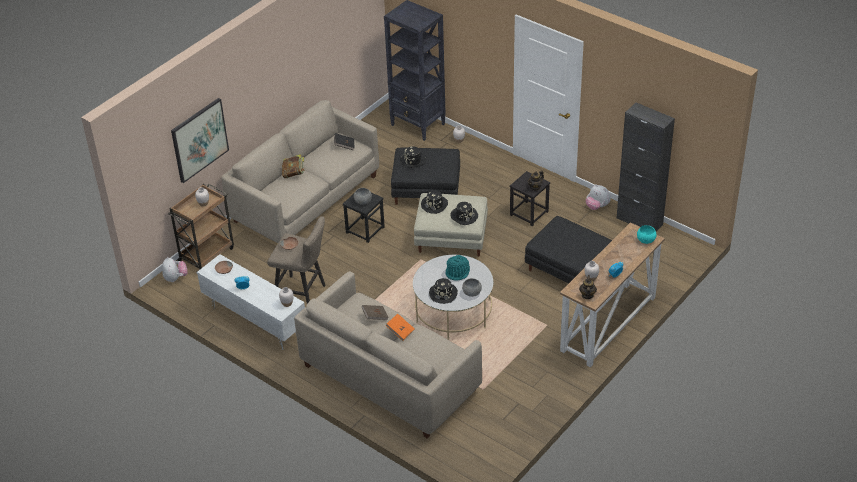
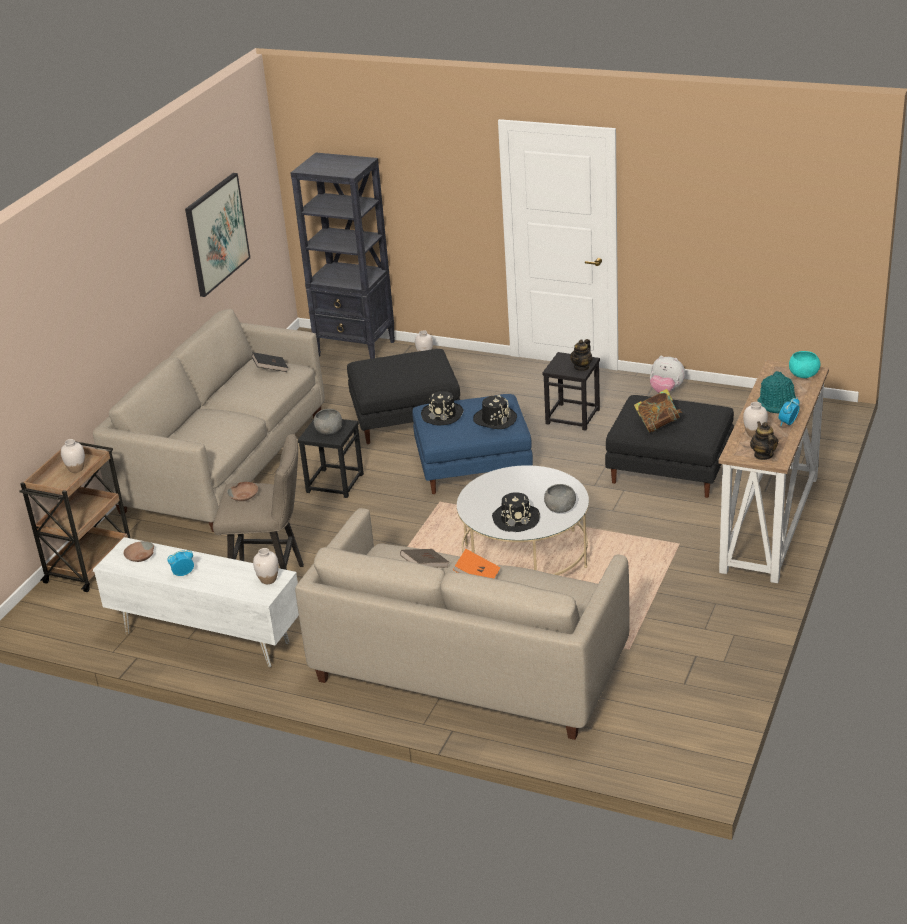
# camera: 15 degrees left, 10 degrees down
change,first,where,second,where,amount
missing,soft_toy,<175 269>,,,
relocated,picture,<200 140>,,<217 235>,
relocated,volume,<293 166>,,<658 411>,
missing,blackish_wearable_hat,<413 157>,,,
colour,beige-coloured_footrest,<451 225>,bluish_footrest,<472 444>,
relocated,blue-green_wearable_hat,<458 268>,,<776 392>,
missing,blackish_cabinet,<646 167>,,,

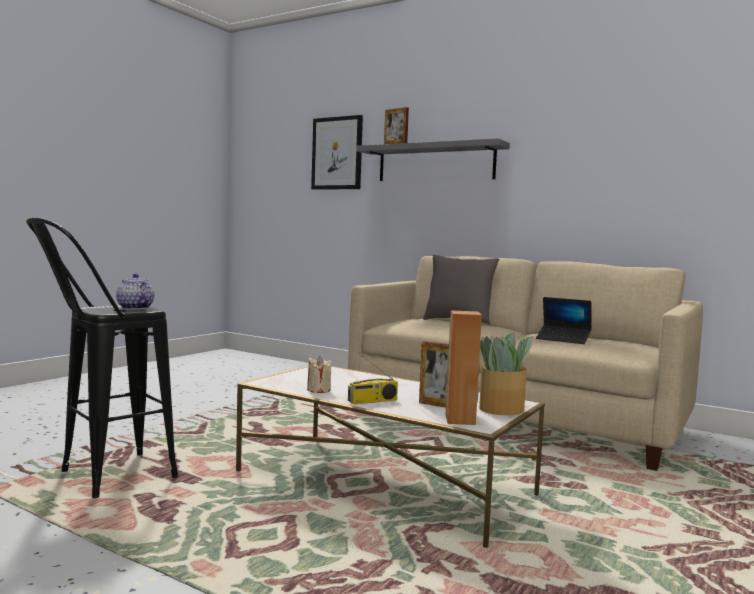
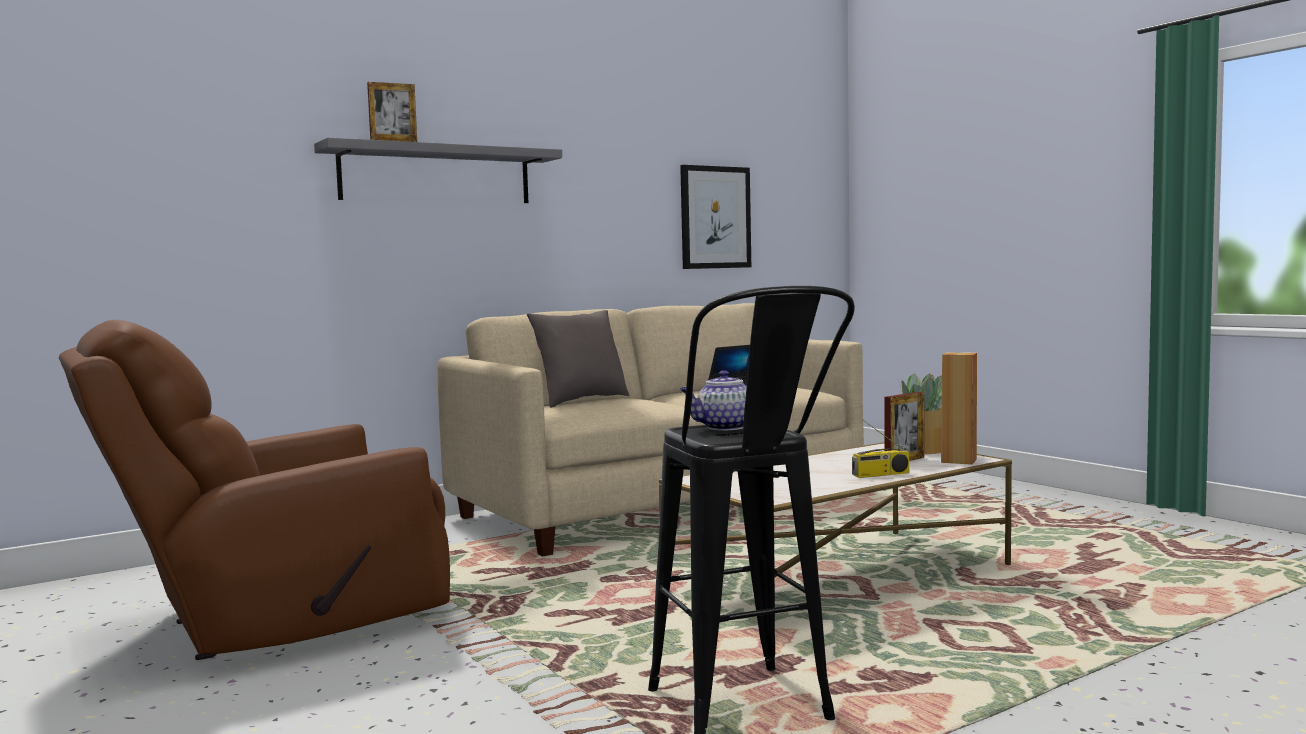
# camera: 65 degrees left, 0 degrees up
change,first,where,second,where,amount
missing,beige-coloured_wax_candle,<319 374>,,,
relocated,picture,<337 152>,,<715 217>,
spun,radio_set,<373 378>,,<880 448>,75 degrees clockwise
appeared,,,brown_easy_chair,<254 490>,

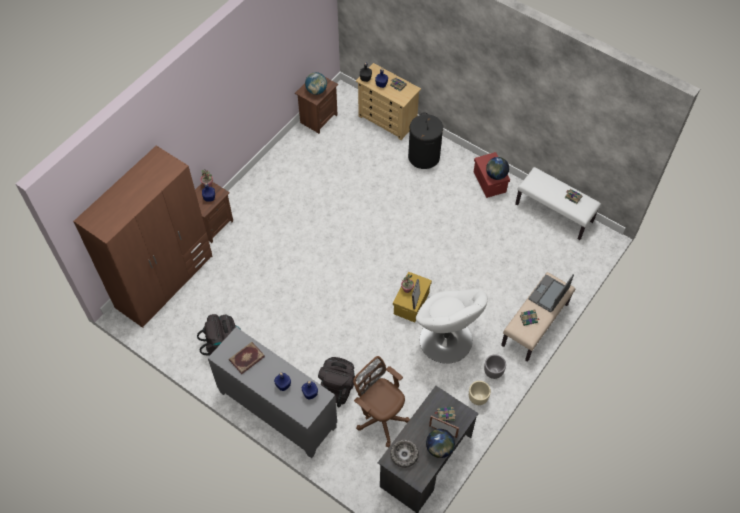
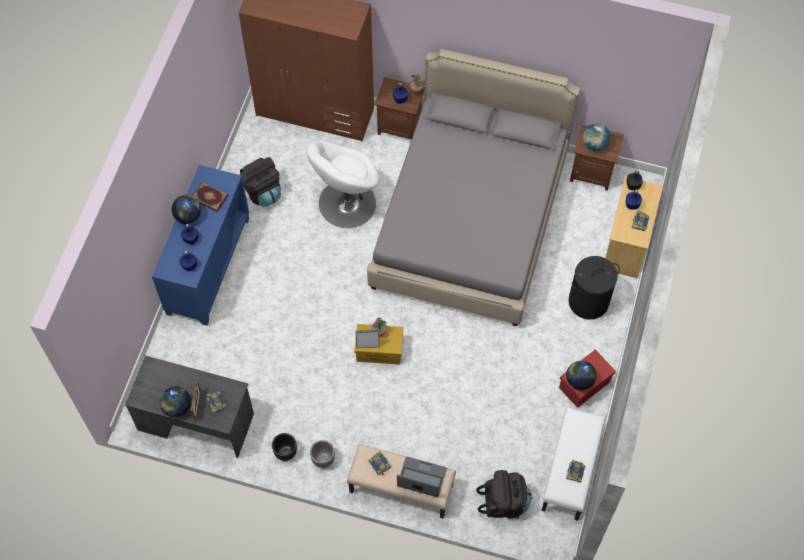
# camera: 70 degrees right, 5 degrees up
change,first,where,second,where,amount
colour,grey_cabinet,<272 392>,bluish_cabinet,<200 245>,
relocated,blackish_knapsack,<336 382>,,<504 494>,
missing,brown_desk_chair,<381 401>,,,
missing,bowl,<404 454>,,,
relocated,white_easy_chair,<452 326>,,<343 184>,
colour,beige-coloured_flower_pot,<480 393>,blackish_flower_pot,<284 447>,
appeared,,,globe,<186 209>,
appeared,,,grey_bed,<473 188>,

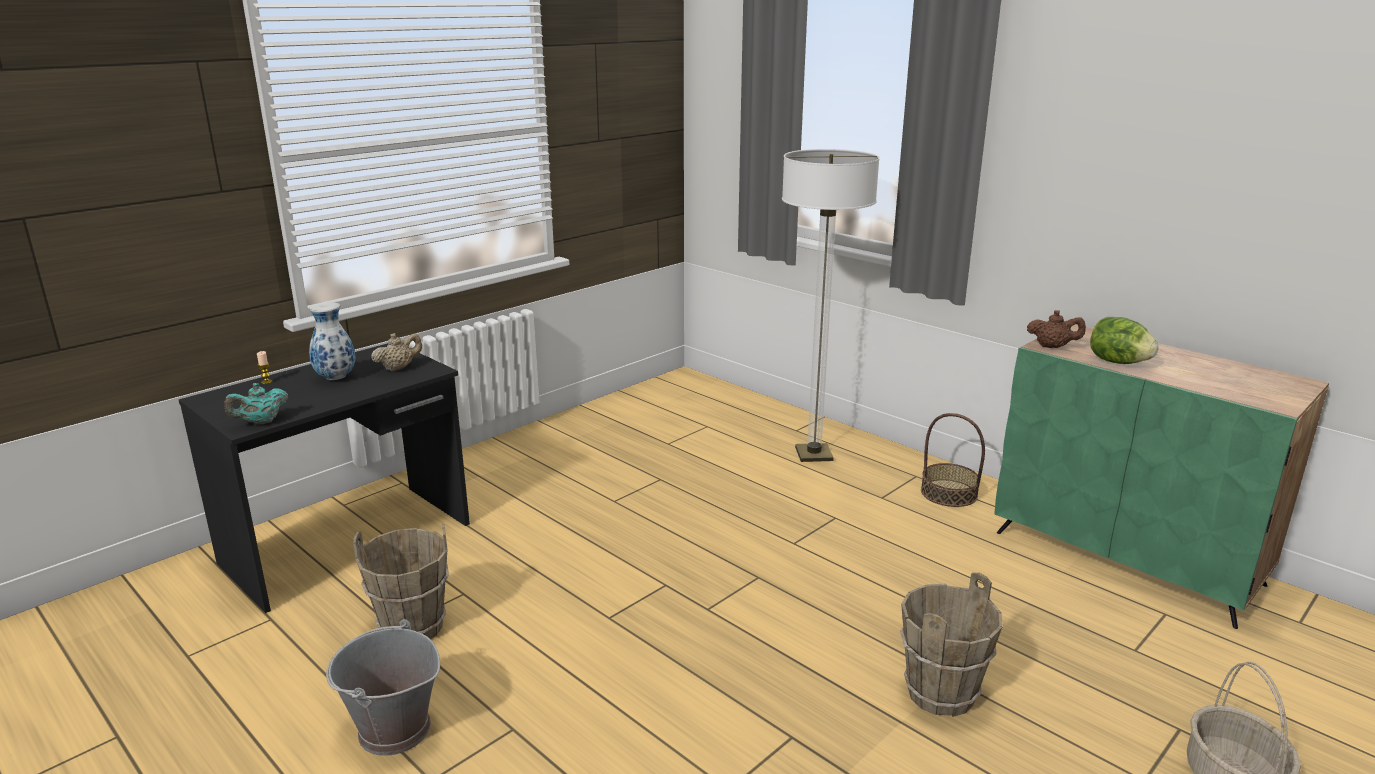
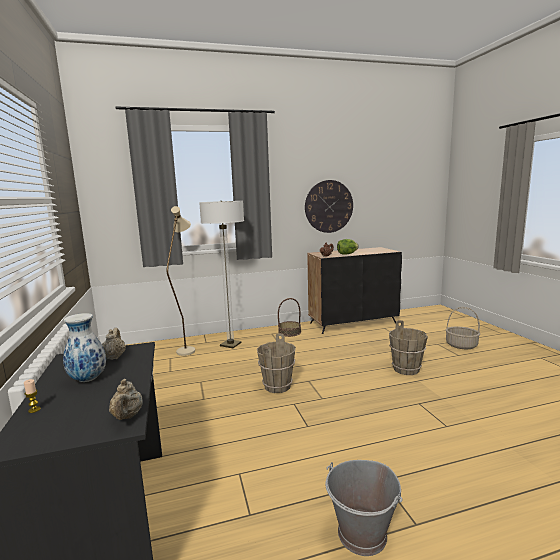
# camera: 60 degrees left, 10 degrees down
change,first,where,second,where,amount
colour,blue-green_pot_for_tea,<256 403>,beige-coloured_pot_for_tea,<126 399>,
relocated,brown_bucket,<401 581>,,<276 363>,
colour,greenish_cabinet,<1161 476>,blackish_cabinet,<354 290>,
appeared,,,beige-coloured_standard_lamp,<181 281>,
appeared,,,clock_on_the_wall,<329 206>,

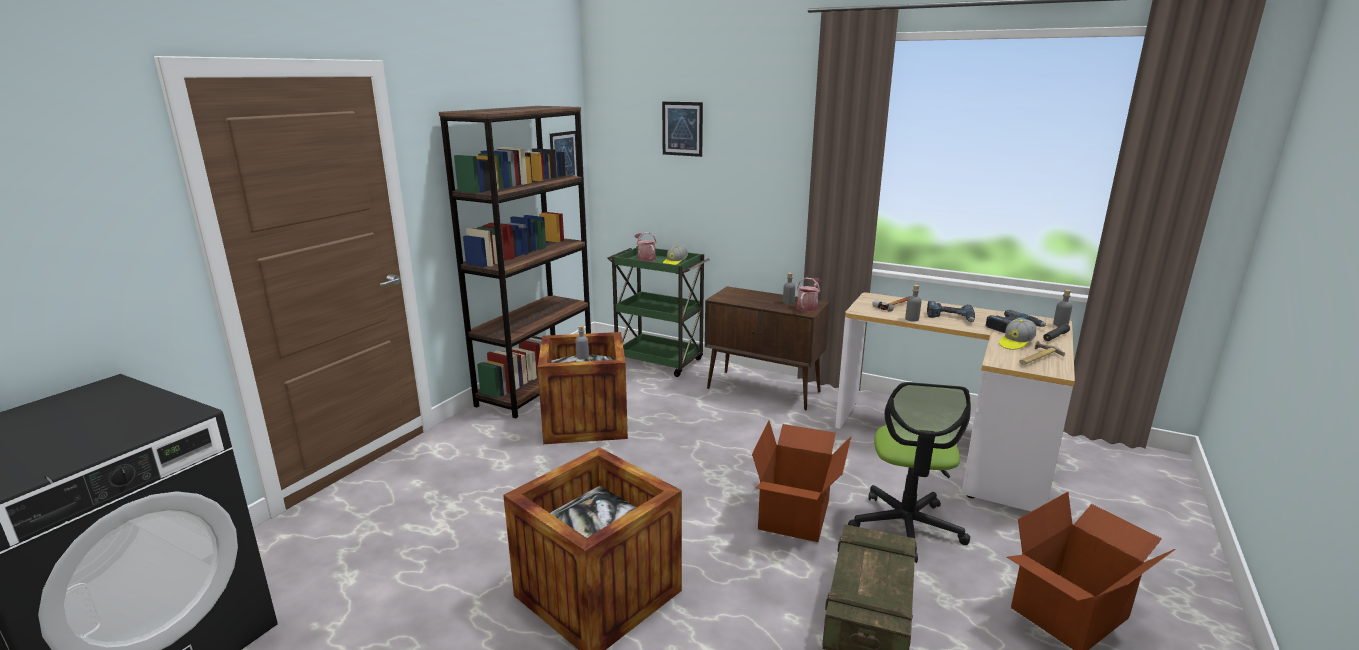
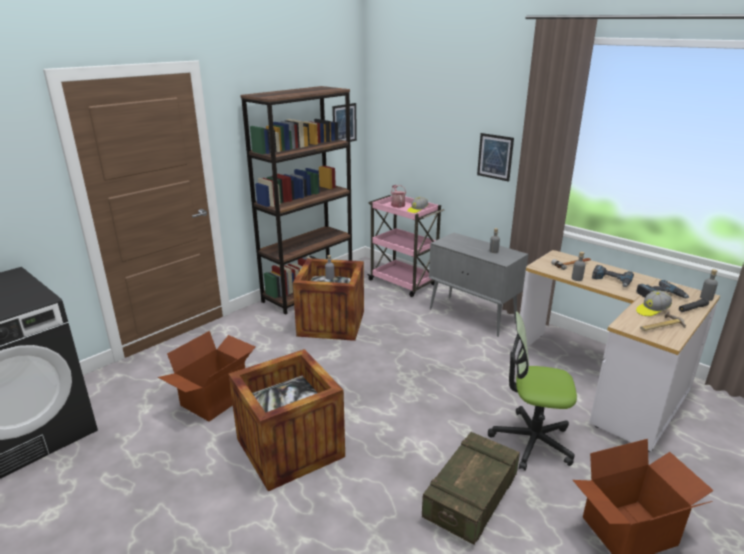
# camera: 15 degrees right, 5 degrees up
change,first,where,second,where,amount
colour,greenish_wheeled_cart,<658 311>,pink_wheeled_cart,<405 246>,
relocated,picture,<682 129>,,<495 157>,
colour,brown_cabinet,<767 348>,grey_cabinet,<479 285>,
relocated,cardboard_box,<801 481>,,<206 376>,
missing,sprinkling_can,<809 294>,,,
spun,desk_chair,<909 472>,,<532 391>,75 degrees clockwise

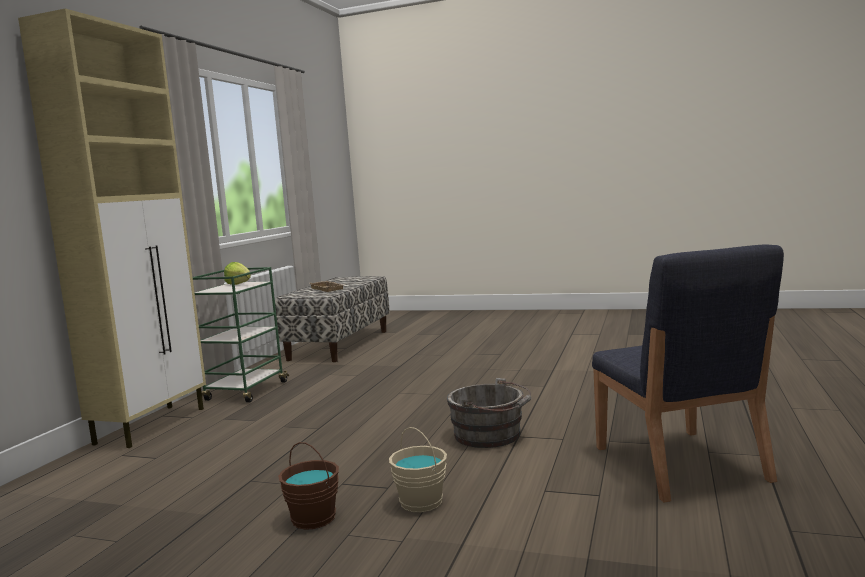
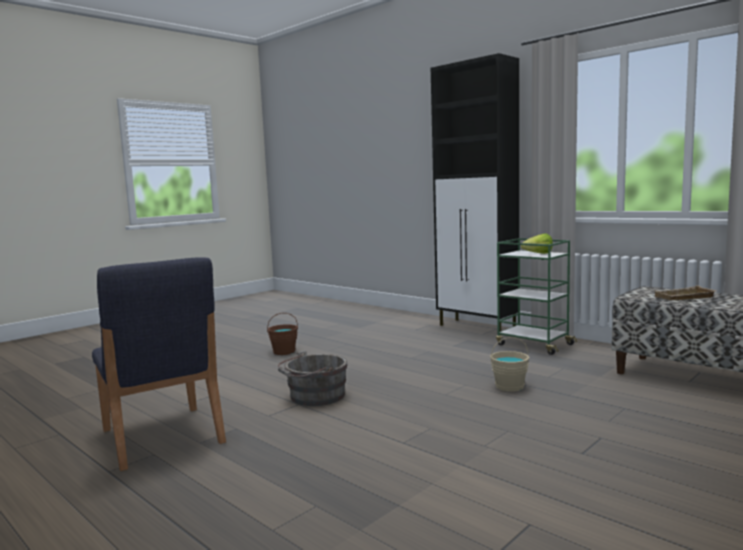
# camera: 115 degrees right, 0 degrees up
change,first,where,second,where,amount
colour,beige-coloured_cabinet,<112 228>,blackish_cabinet,<475 194>,
relocated,beige-coloured_bucket,<418 469>,,<509 364>,
spun,bluish_plain_chair,<688 374>,,<159 364>,135 degrees counterclockwise

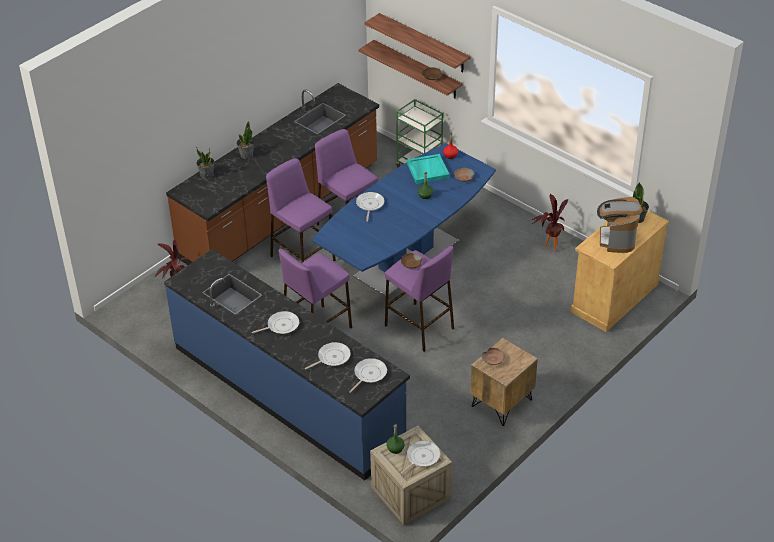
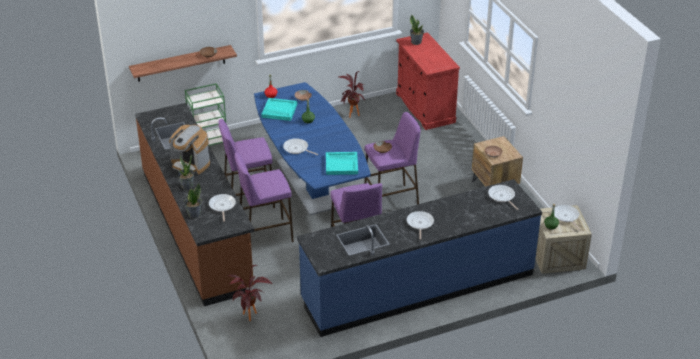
# camera: 65 degrees left, 5 degrees down
change,first,where,second,where,amount
relocated,pan,<328 356>,,<222 208>,
missing,shelf,<417 42>,,,
colour,beige-coloured_cabinet,<620 271>,reddish_cabinet,<428 81>,
relocated,coffee_brewer,<619 225>,,<189 149>,
appeared,,,blue-green_tray,<342 163>,

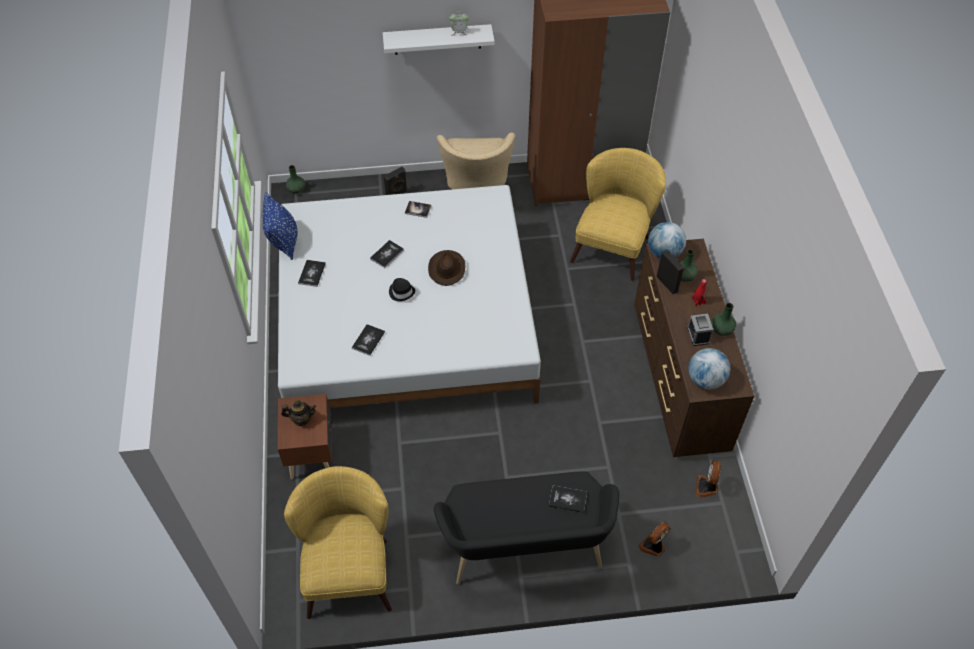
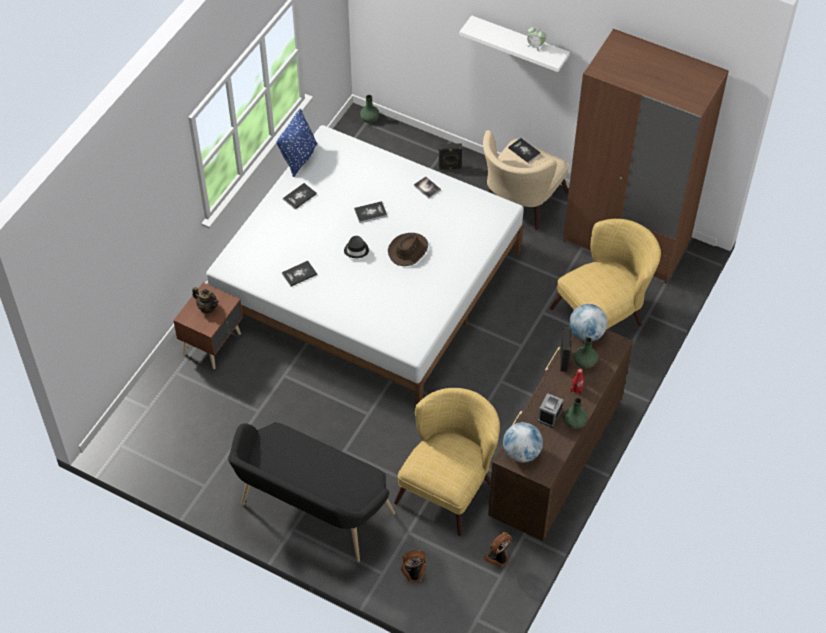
# camera: 35 degrees right, 0 degrees up
change,first,where,second,where,amount
relocated,yellow-coloured_easy_chair,<338 542>,,<447 462>,
relocated,volume,<568 499>,,<524 150>,

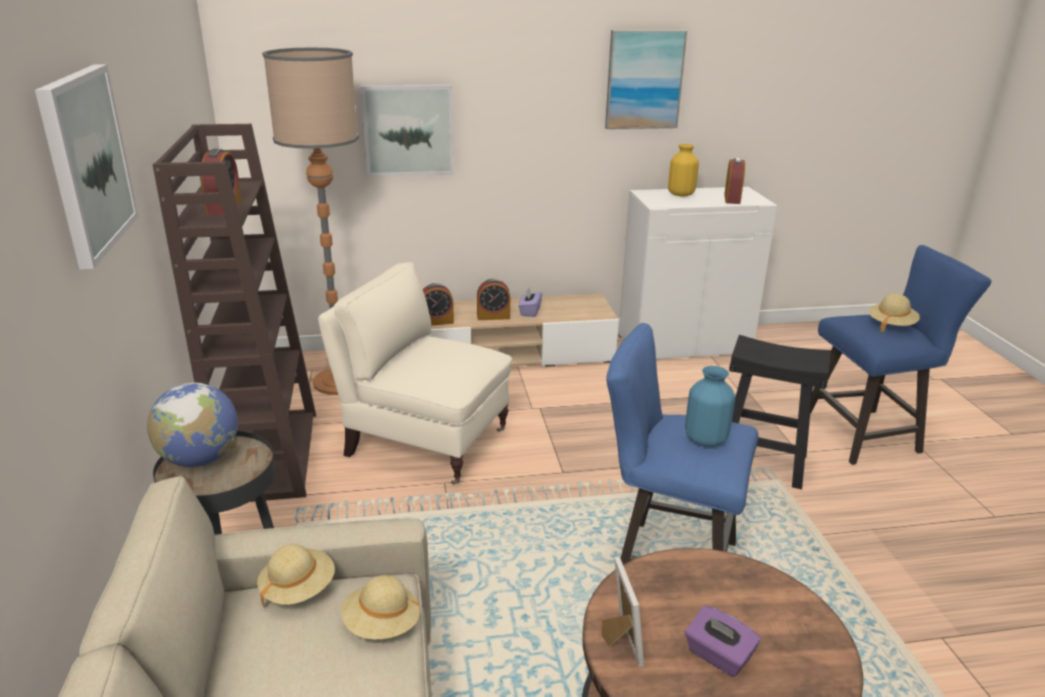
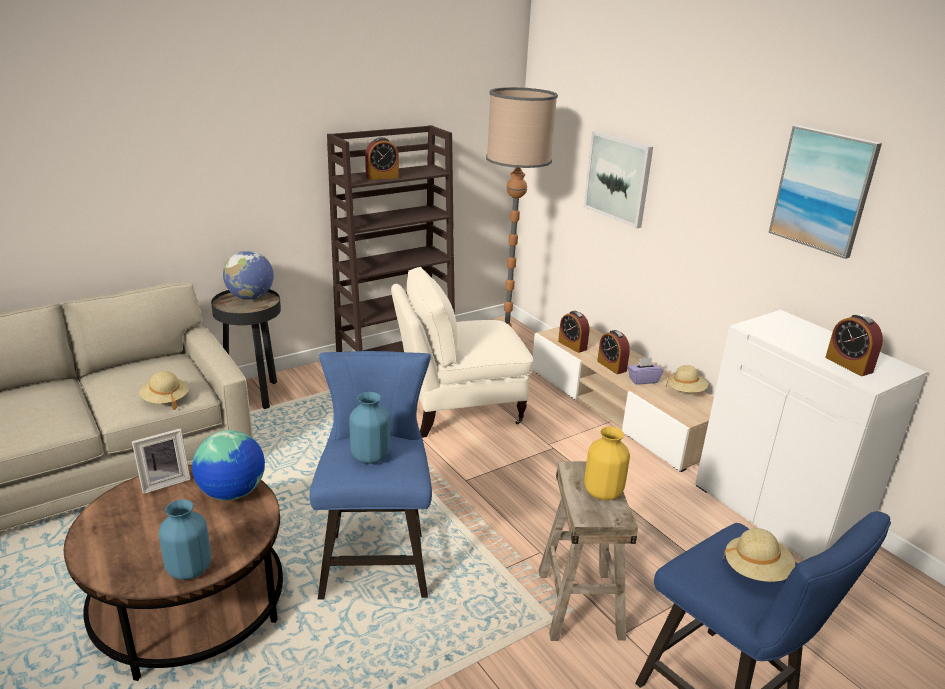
# camera: 65 degrees right, 0 degrees up
change,first,where,second,where,amount
missing,picture,<86 166>,,,
relocated,beige-coloured_wearable_hat,<296 576>,,<687 379>,
spun,beige-coloured_easy_chair,<415 373>,,<462 352>,105 degrees counterclockwise
relocated,yellow-coloured_decorative_vase,<683 170>,,<607 463>,
missing,purplish_tissue_box,<723 641>,,,
spun,table_clock,<734 181>,,<854 345>,75 degrees clockwise
colour,blackish_sitting_stool,<780 412>,beige-coloured_sitting_stool,<588 551>,
appeared,,,bluish_decorative_vase,<185 539>,
appeared,,,globe,<228 465>,

